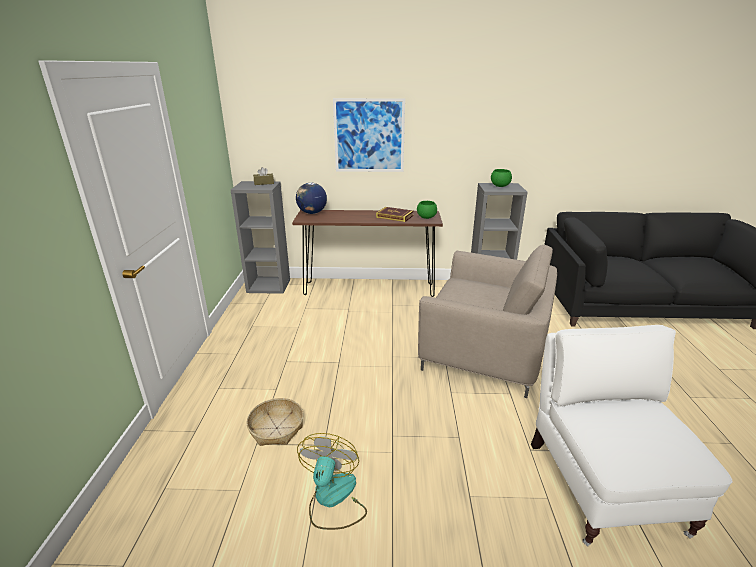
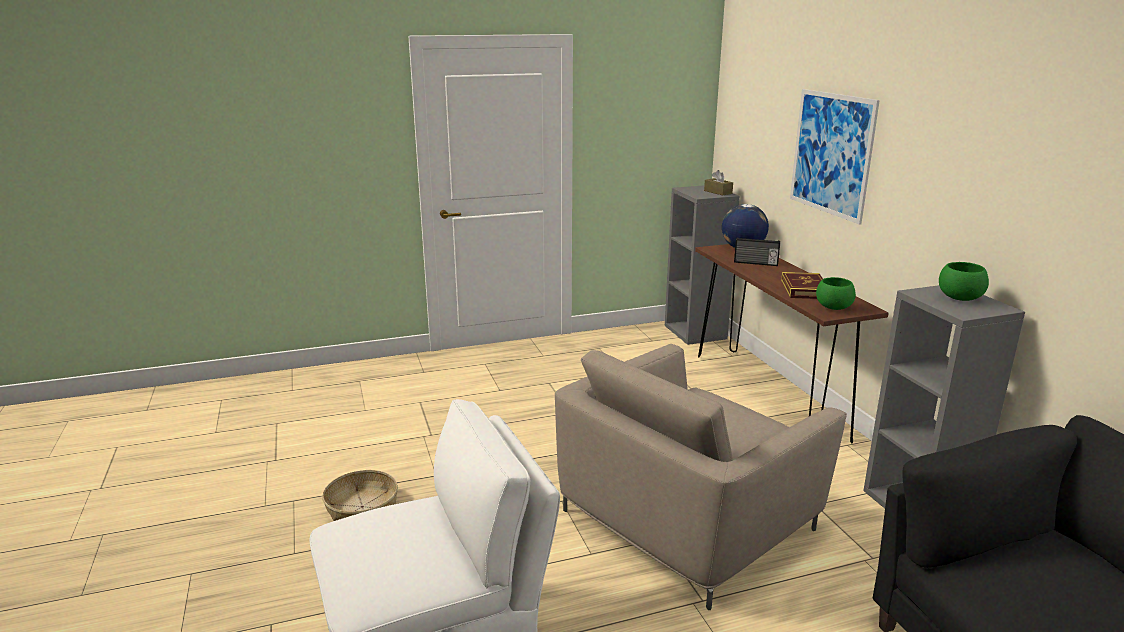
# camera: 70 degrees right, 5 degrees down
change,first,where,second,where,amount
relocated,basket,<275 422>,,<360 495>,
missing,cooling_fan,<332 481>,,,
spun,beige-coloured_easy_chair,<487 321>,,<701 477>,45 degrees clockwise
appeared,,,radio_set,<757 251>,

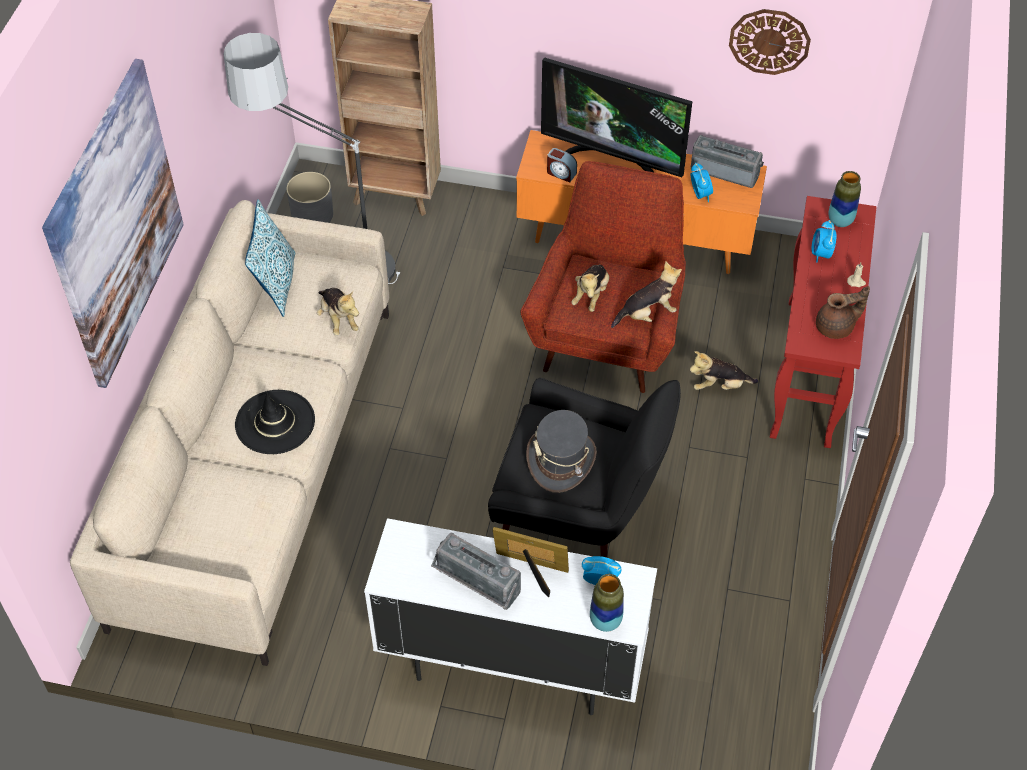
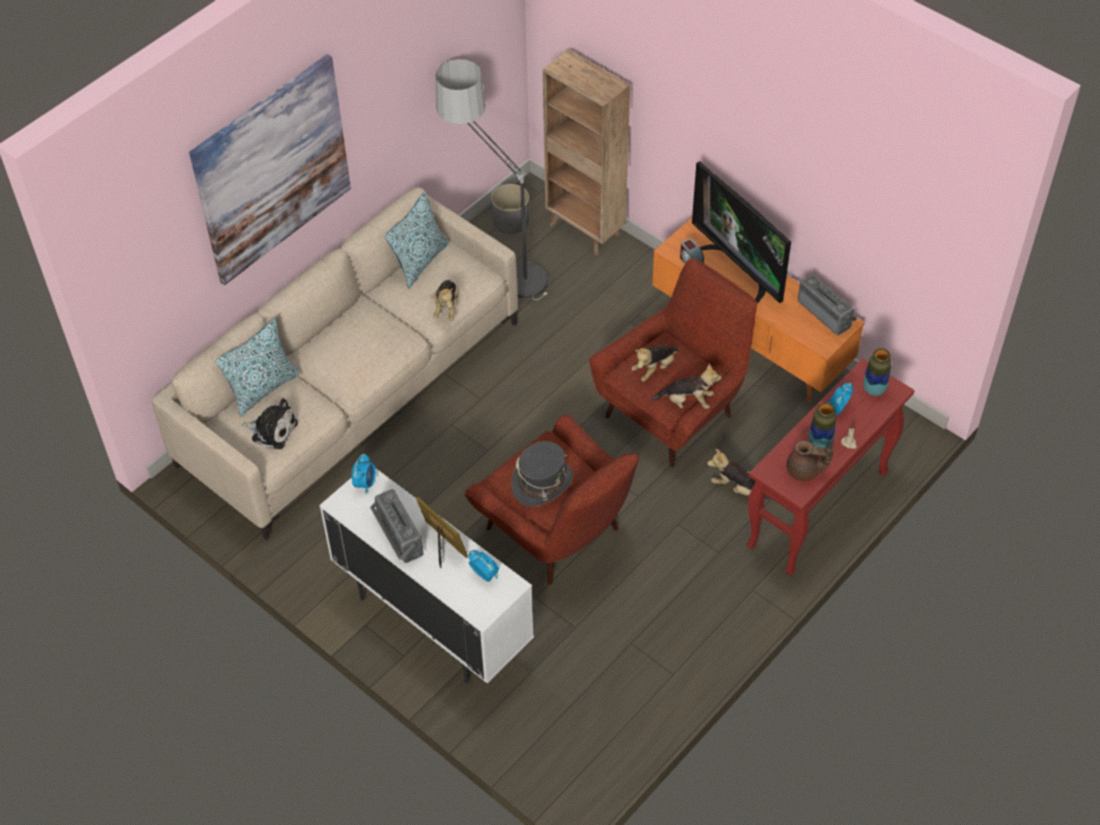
# camera: 30 degrees right, 0 degrees up
change,first,where,second,where,amount
missing,blackish_wearable_hat,<275 422>,,,
colour,blackish_easy_chair,<584 468>,reddish_easy_chair,<552 499>,
relocated,decorative_vase,<607 603>,,<822 425>,
relocated,table_clock,<701 182>,,<363 473>,
missing,clock_on_the_wall,<770 42>,,,
appeared,,,cushion,<257 367>,
appeared,,,soft_toy,<270 423>,

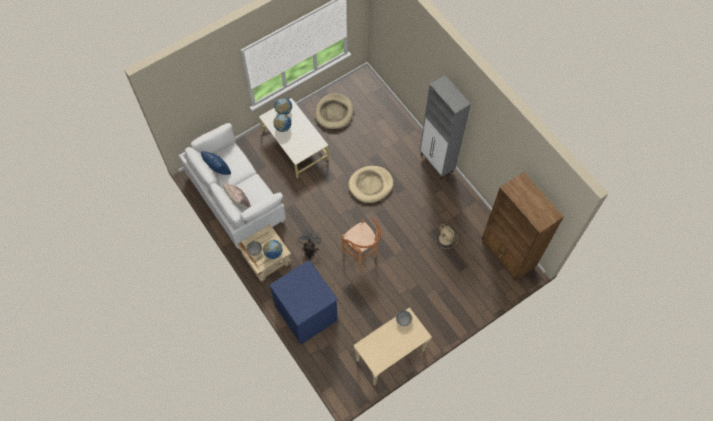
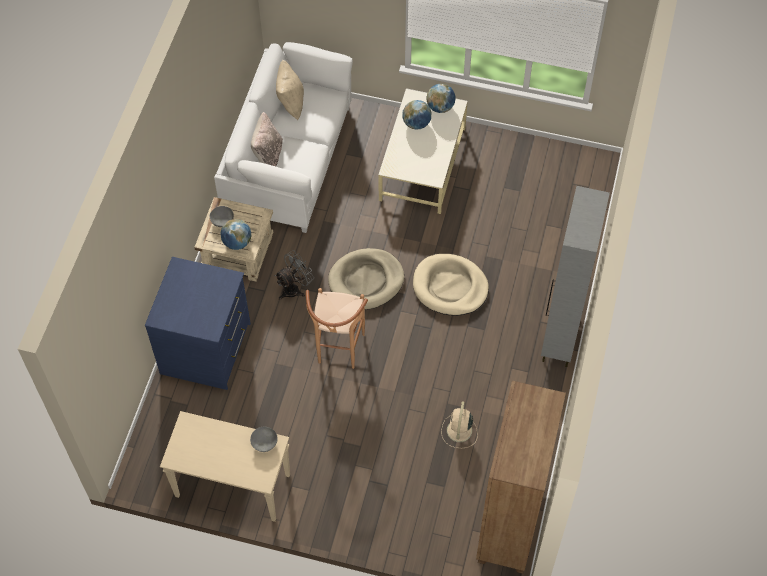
# camera: 50 degrees right, 5 degrees down
change,first,where,second,where,amount
colour,bluish_cushion,<216 163>,beige-coloured_cushion,<290 90>,
relocated,beige-coloured_pet_bed,<334 111>,,<366 279>,

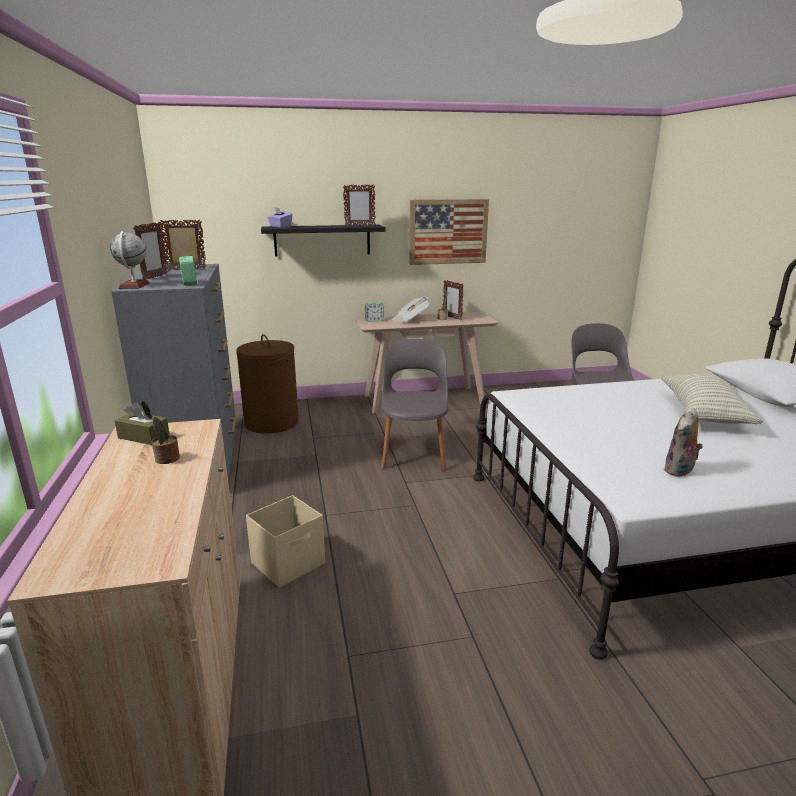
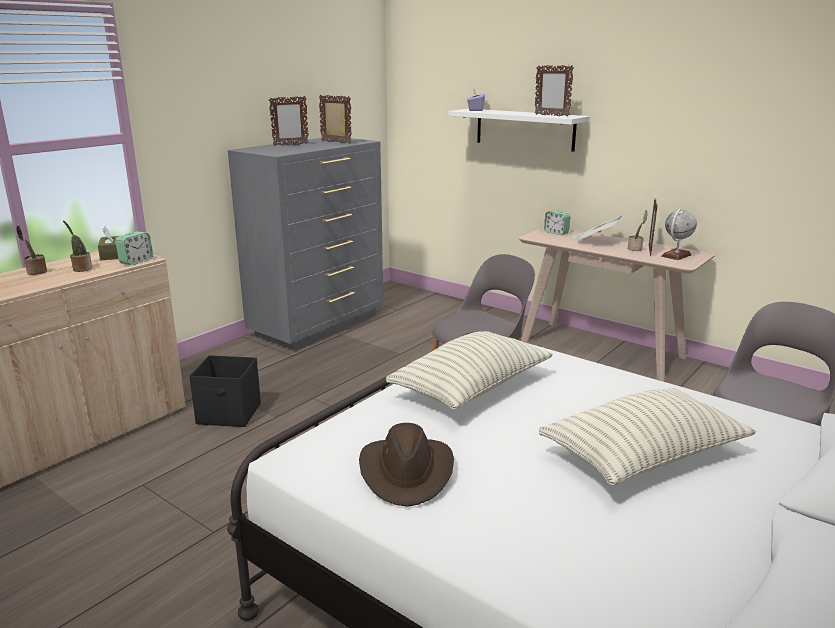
# camera: 50 degrees right, 0 degrees up
change,first,where,second,where,amount
relocated,globe,<130 260>,,<679 234>,
relocated,table_clock,<188 271>,,<134 248>,
missing,brown_hamper,<267 384>,,,
colour,beige-coloured_storage_box,<285 541>,blackish_storage_box,<225 391>,
colour,blackish_shelf,<323 241>,white_shelf,<519 130>,
missing,picture,<449 232>,,,
exchanged,soft_toy,<683 442>,brown_wearable_hat,<406 465>,
appeared,,,potted_plant,<31 250>,
appeared,,,cushion,<469 370>,

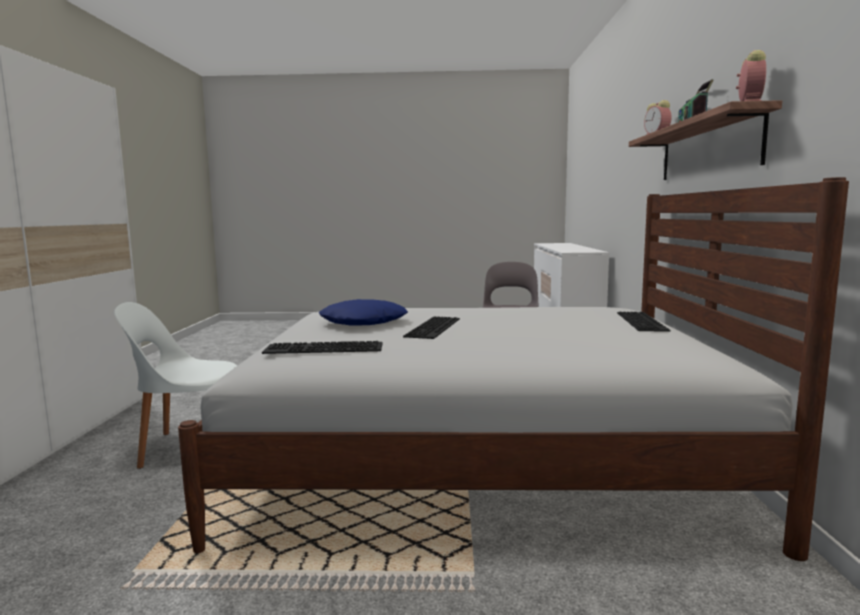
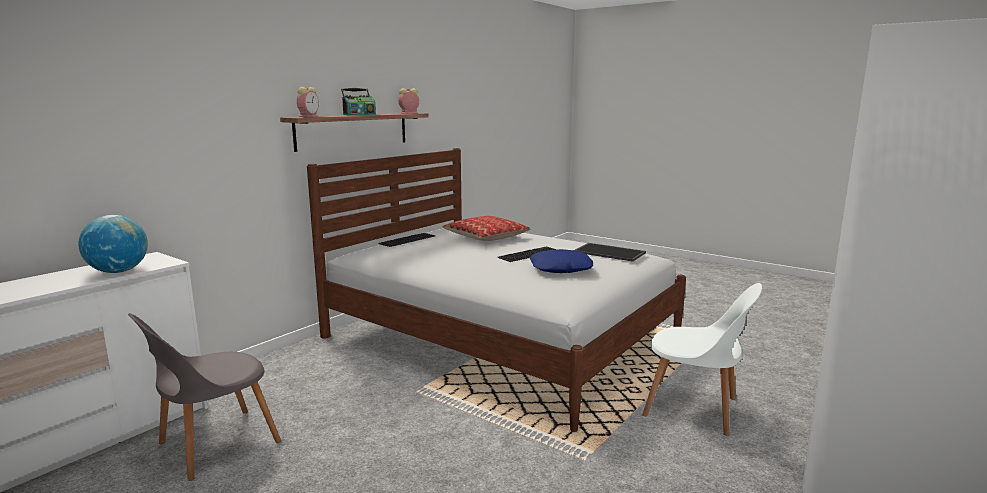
# camera: 145 degrees left, 5 degrees up
change,first,where,second,where,amount
exchanged,keyboard,<322 347>,tray,<610 252>,
appeared,,,globe,<113 244>,
appeared,,,cushion,<486 228>,

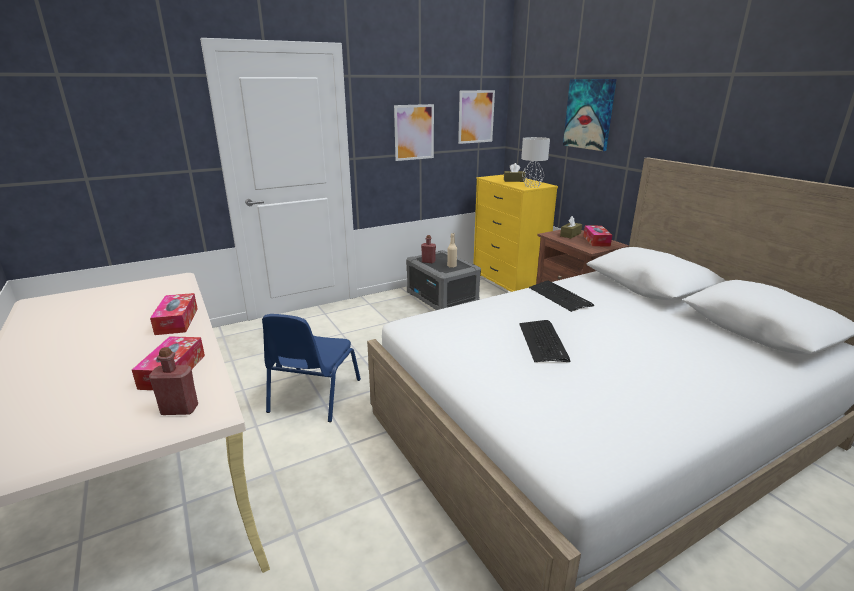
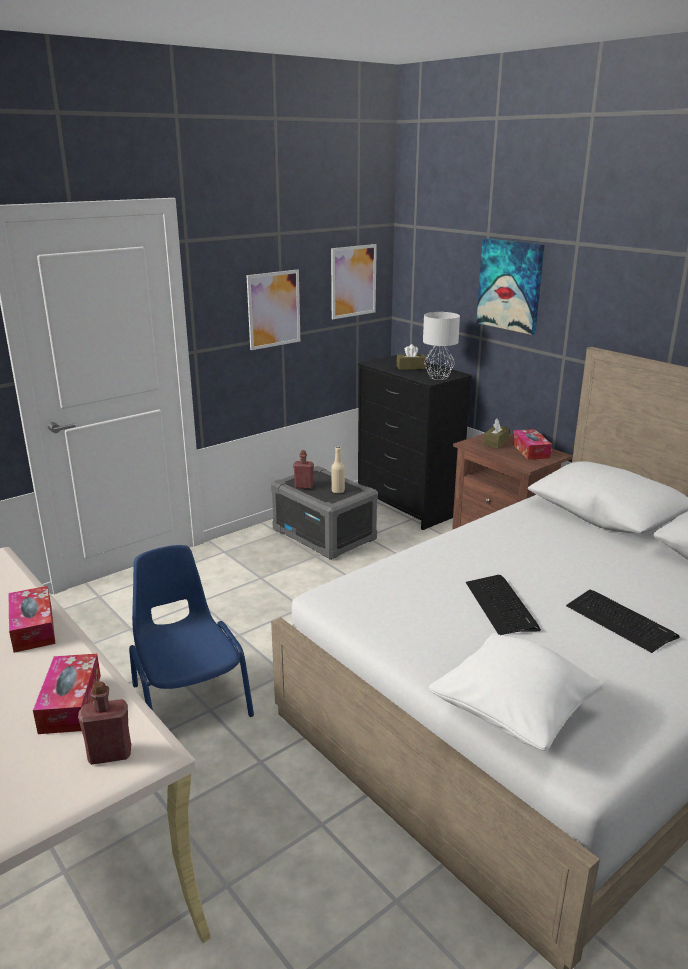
# camera: 10 degrees left, 0 degrees up
change,first,where,second,where,amount
spun,bluish_plain_chair,<311 368>,,<191 631>,150 degrees clockwise
colour,yellow-coloured_drawer_chest,<515 233>,blackish_drawer_chest,<415 442>,
relocated,keyboard,<561 296>,,<623 621>,
appeared,,,white_cushion,<517 692>,

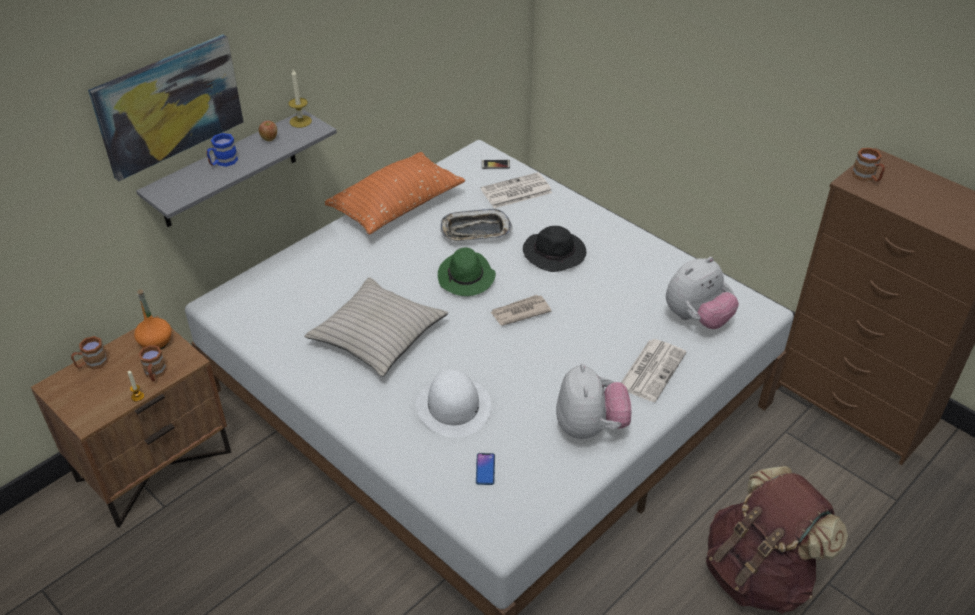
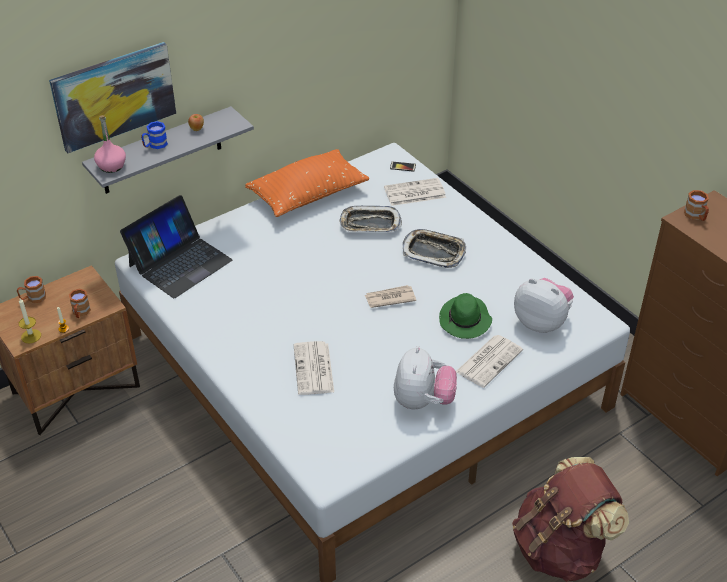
# camera: 10 degrees right, 0 degrees up
change,first,where,second,where,amount
missing,orange-coloured_beverage_bottle,<152 319>,,,
relocated,wax_candle,<300 98>,,<30 321>,
missing,beige-coloured_cushion,<376 326>,,,
exchanged,white_wearable_hat,<453 403>,printed_paper,<314 368>,
relocated,greenish_wearable_hat,<467 271>,,<465 316>,
missing,telephone,<485 469>,,,
exchanged,blackish_wearable_hat,<554 249>,tray,<435 248>,
spun,soft_toy,<702 293>,,<544 305>,120 degrees counterclockwise
appeared,,,pink_beverage_bottle,<110 144>,
appeared,,,laptop,<176 246>,

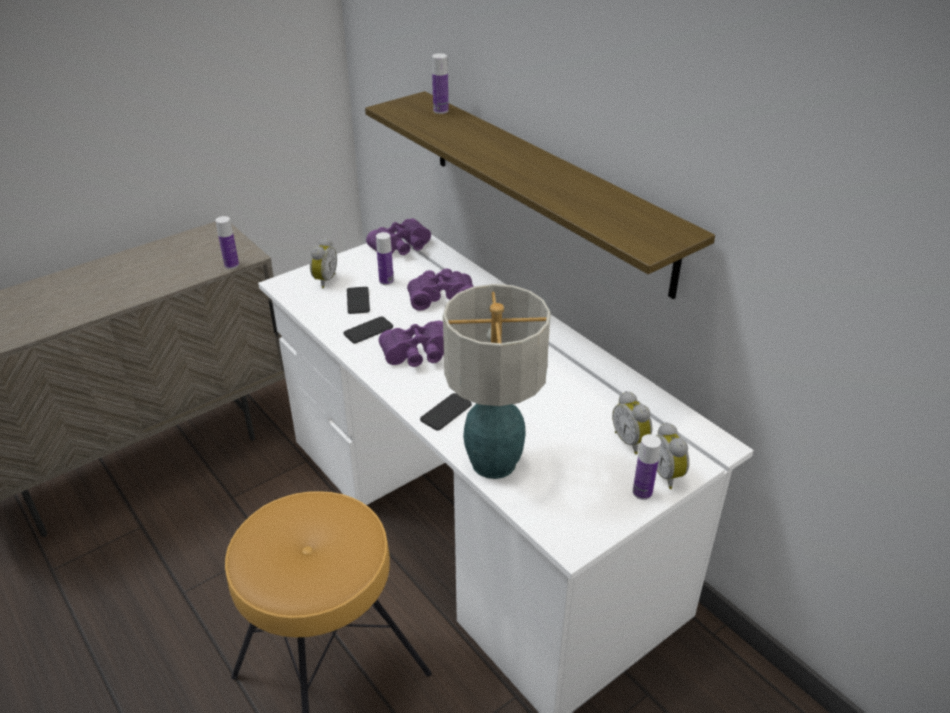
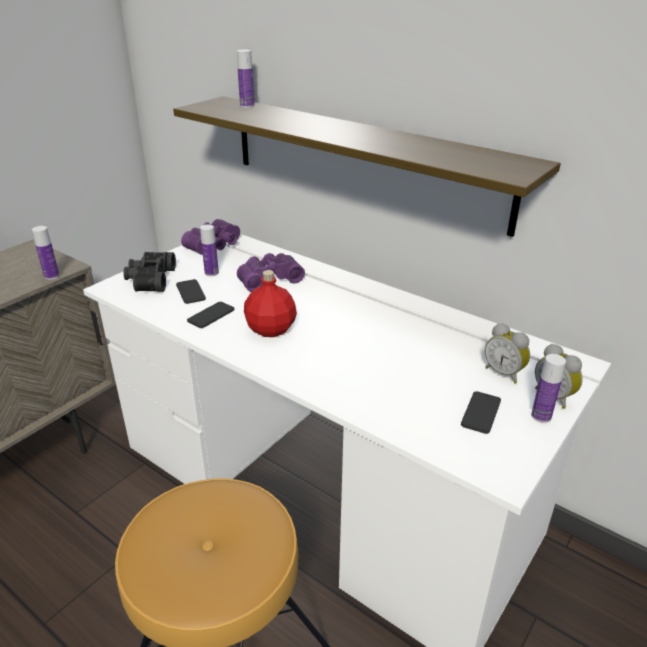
# camera: 15 degrees left, 5 degrees down
change,first,where,second,where,amount
exchanged,table_clock,<323 262>,blackish_pair_of_binoculars,<149 272>,
exchanged,purplish_pair_of_binoculars,<411 344>,reddish_beverage_bottle,<270 303>,
relocated,telephone,<446 411>,,<481 412>,
missing,lamp_for_a_table,<497 381>,,,

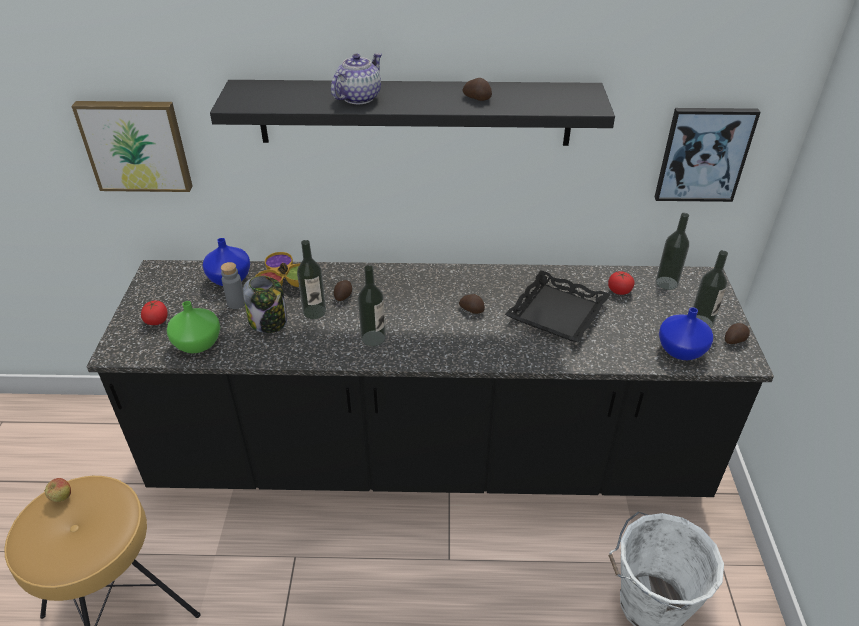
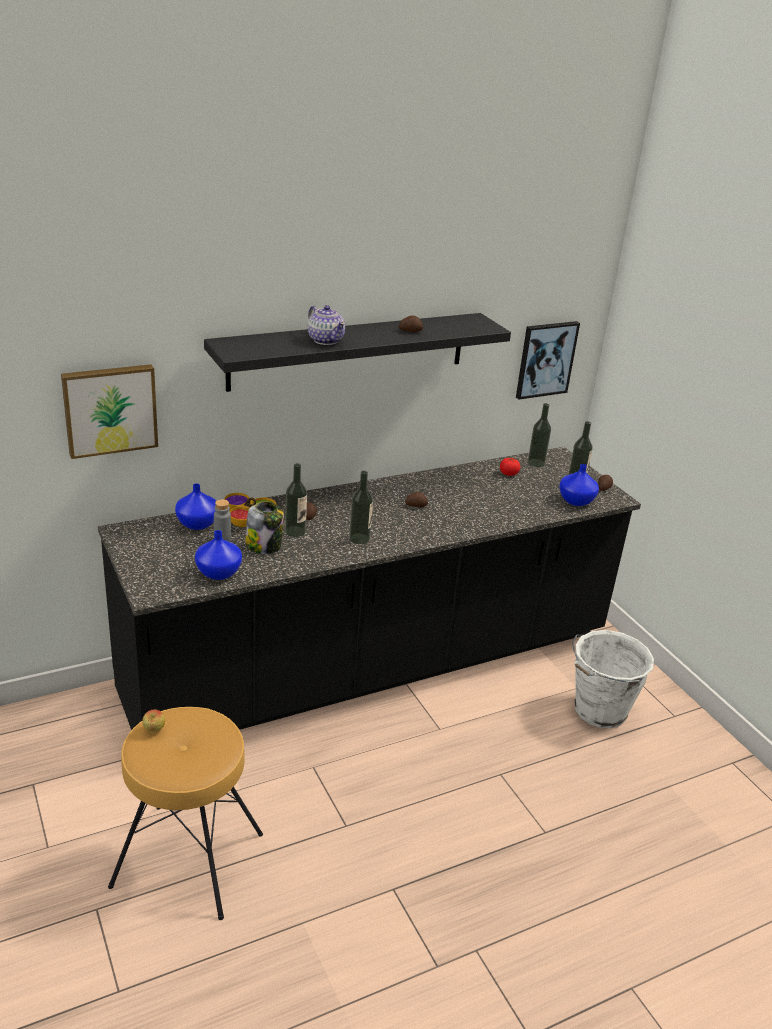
# camera: 30 degrees left, 10 degrees down
change,first,where,second,where,amount
missing,fresh_tomato,<154 313>,,,
colour,greenish_decorative_vase,<193 327>,bluish_decorative_vase,<218 555>,
spun,pot_for_tea,<356 78>,,<327 325>,135 degrees clockwise
missing,blackish_tray,<557 306>,,,

